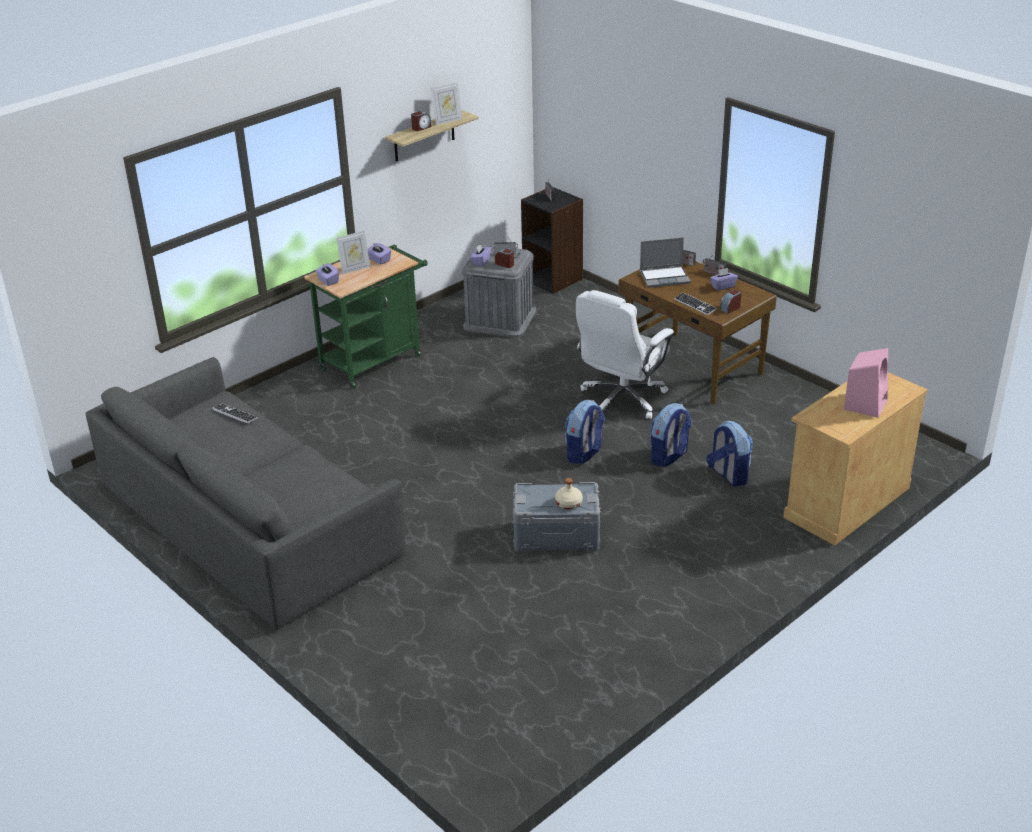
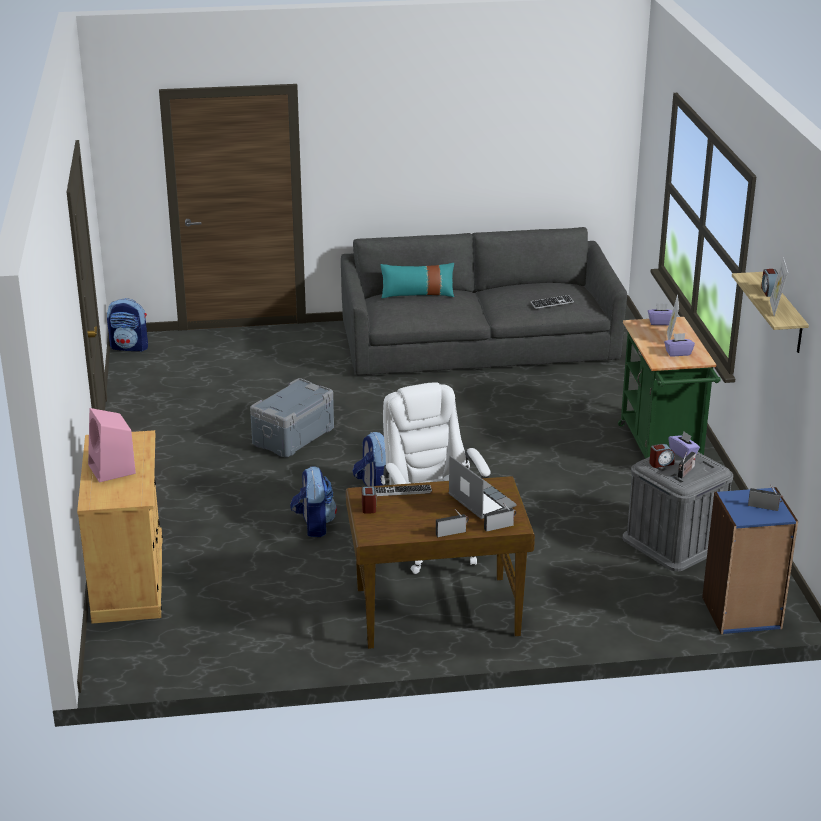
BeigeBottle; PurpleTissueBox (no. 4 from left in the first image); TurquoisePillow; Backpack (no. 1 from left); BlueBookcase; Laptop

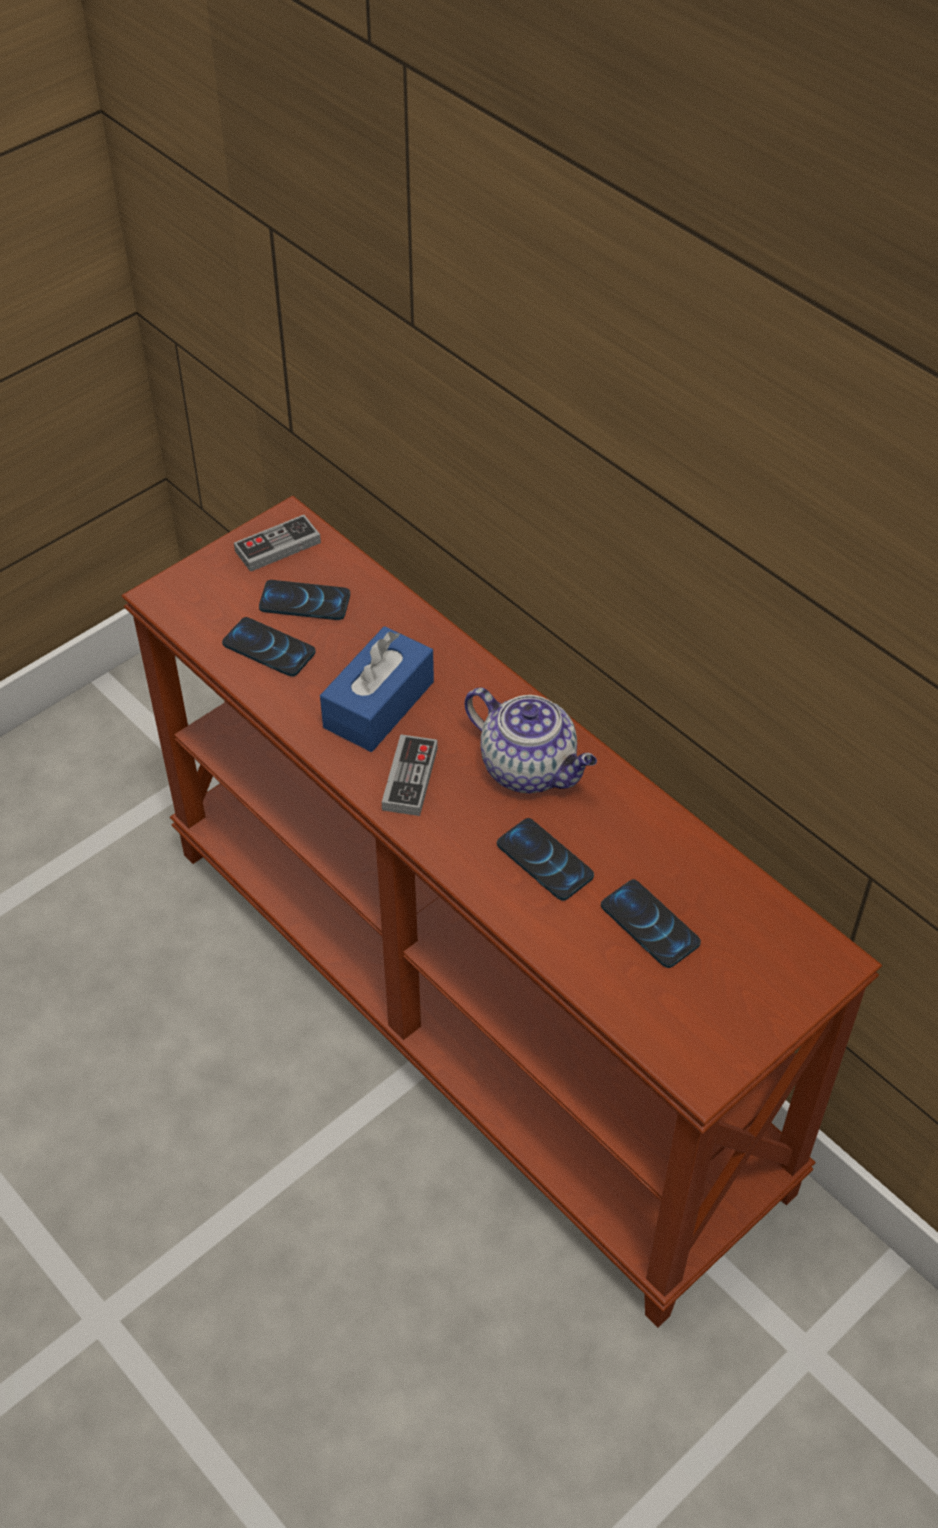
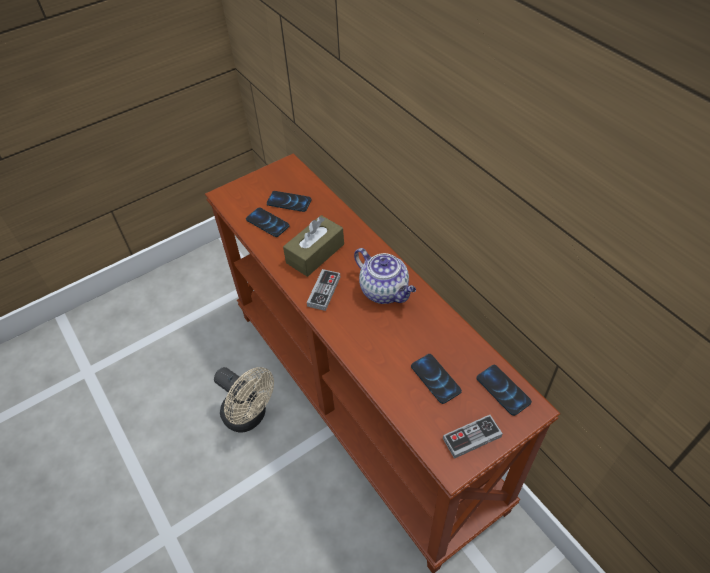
BeigeFan; GameController (no. 2 from left); Phone (no. 4 from left); BrownTissueBox

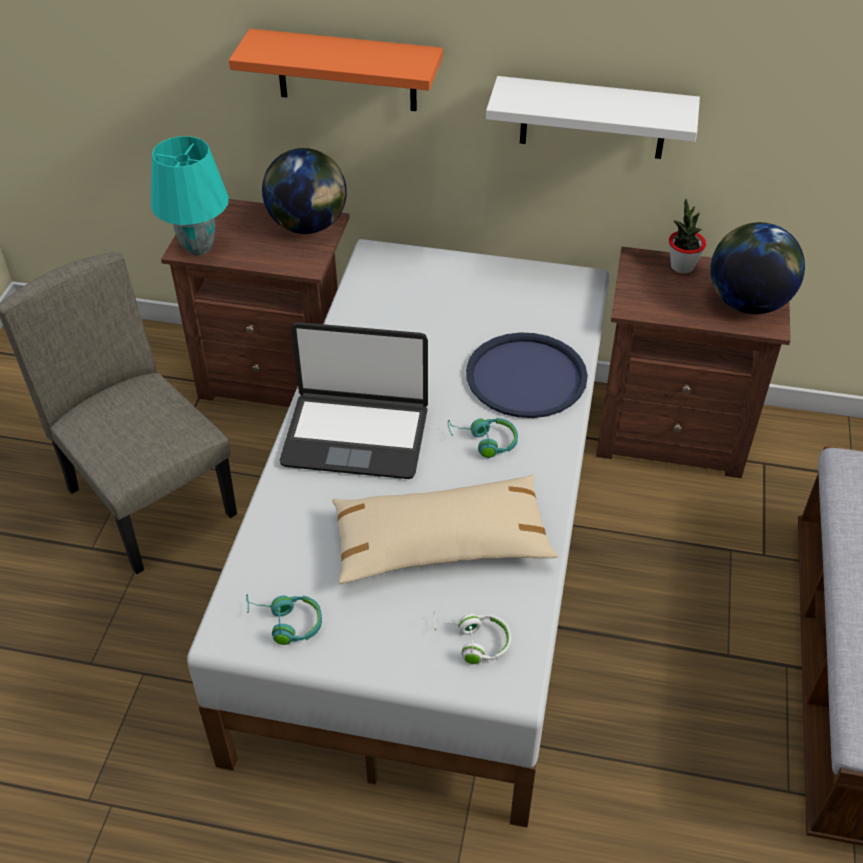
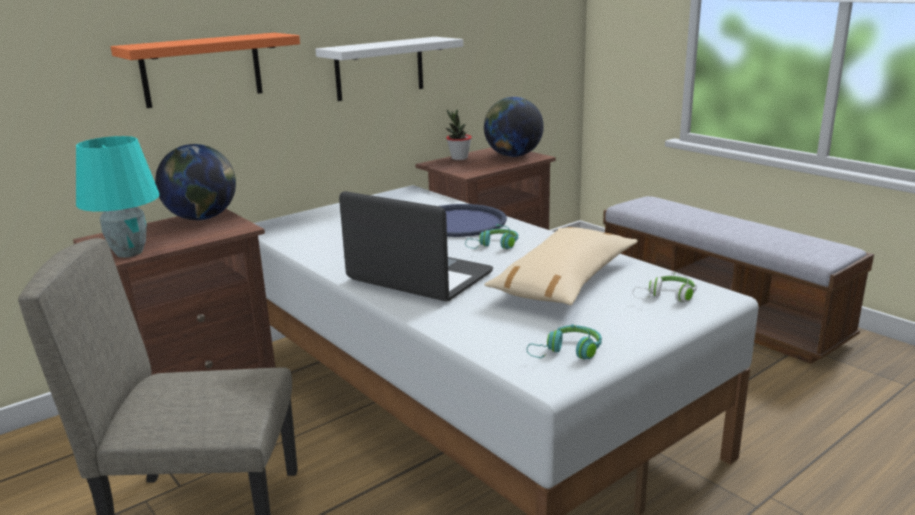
Laptop

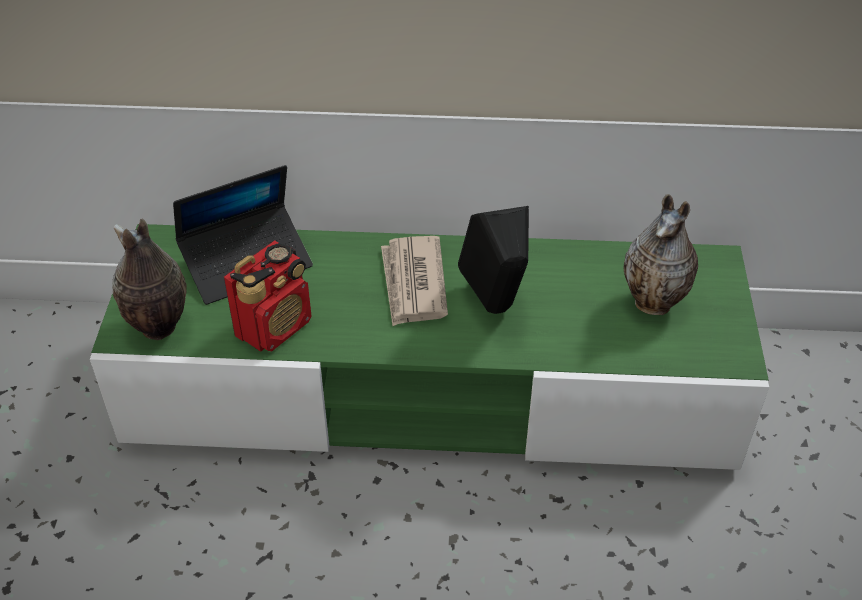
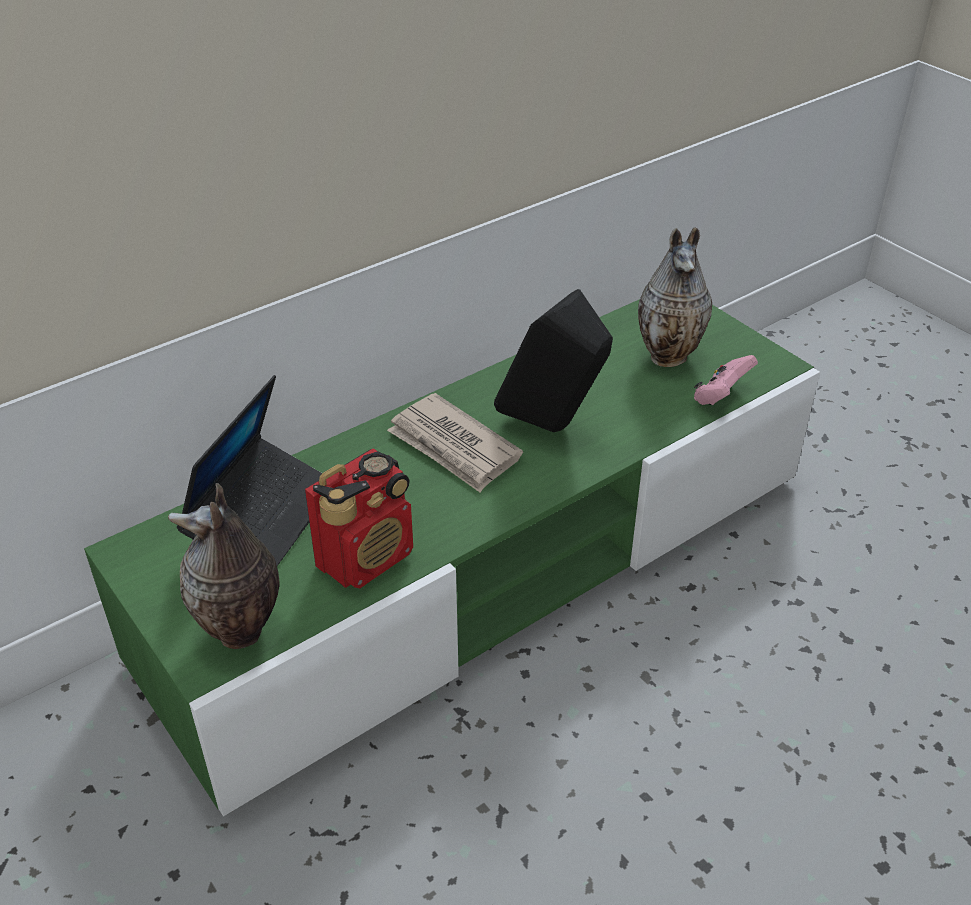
PinkGameController; Radio

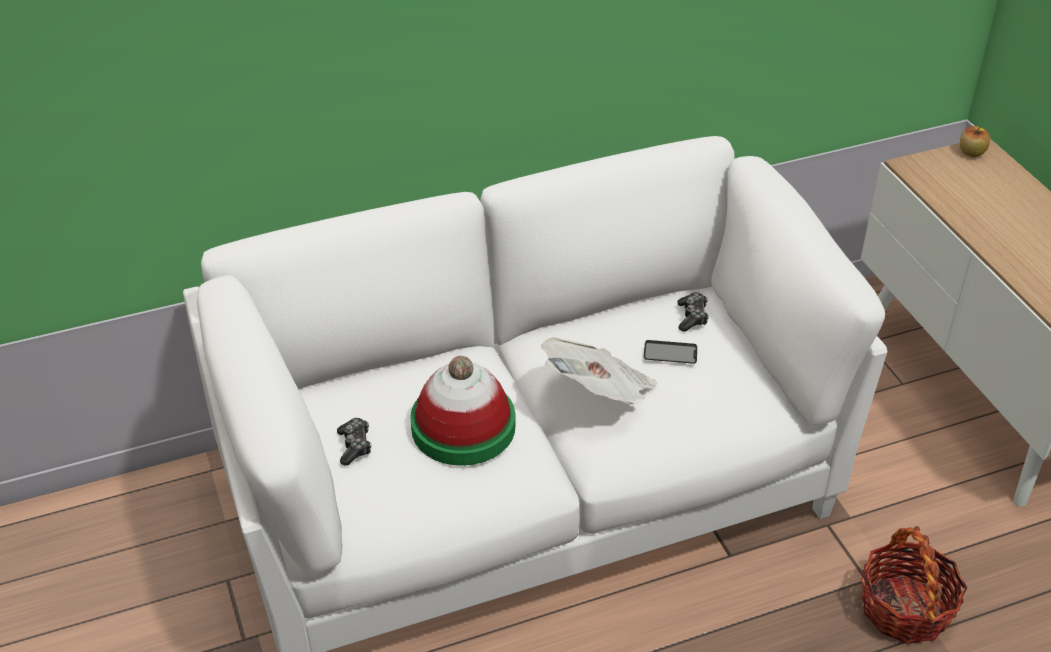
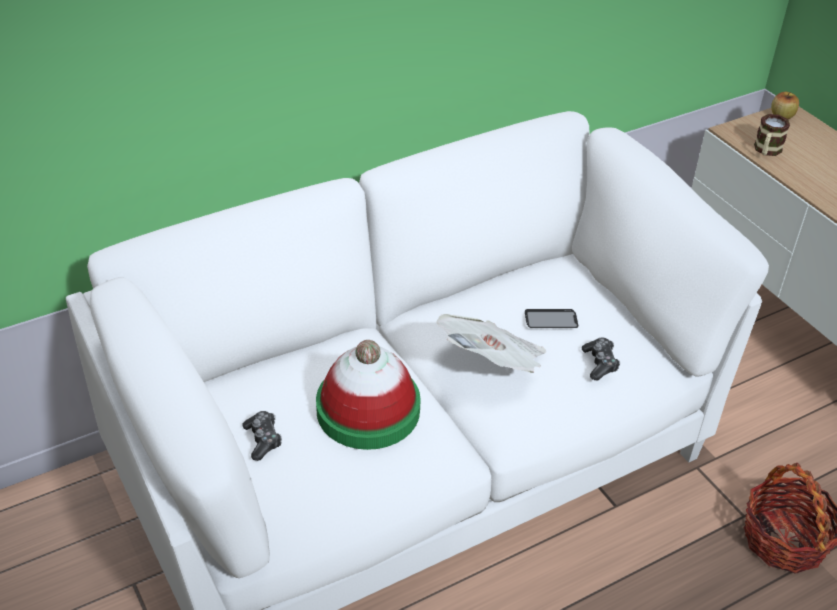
Mug; GameController (no. 2 from left)

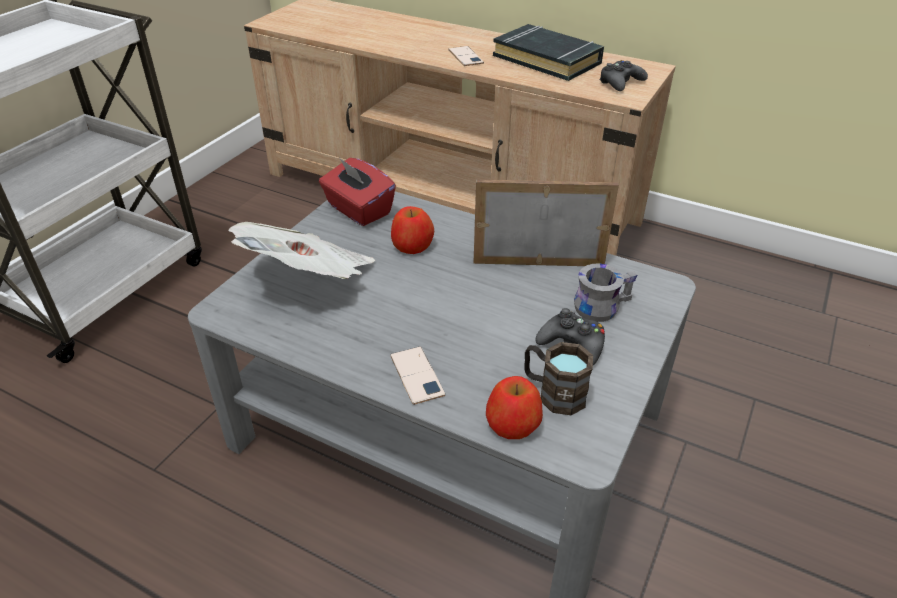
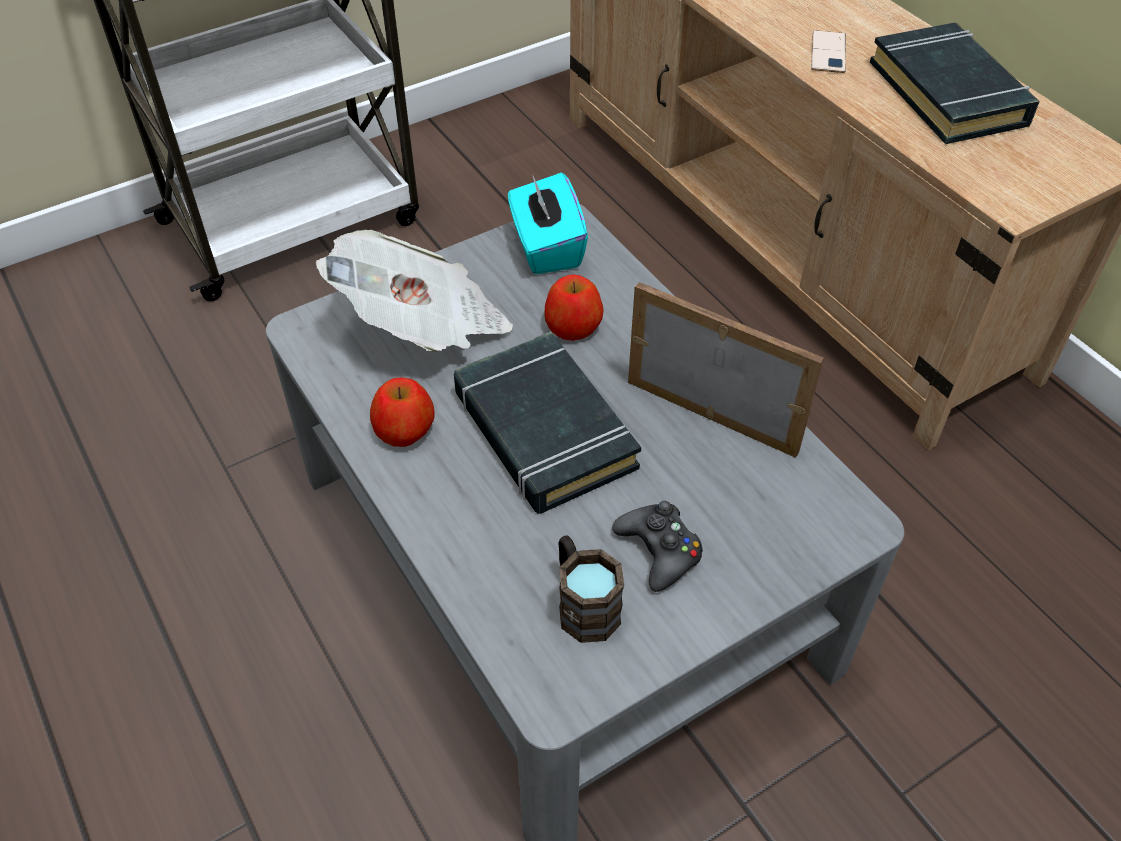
Phone (no. 1 from left in the first image); GreyMug; BlackGameController (no. 2 from left in the first image); BlackBook (no. 1 from left); Apple (no. 1 from left); TurquoiseTissueBox

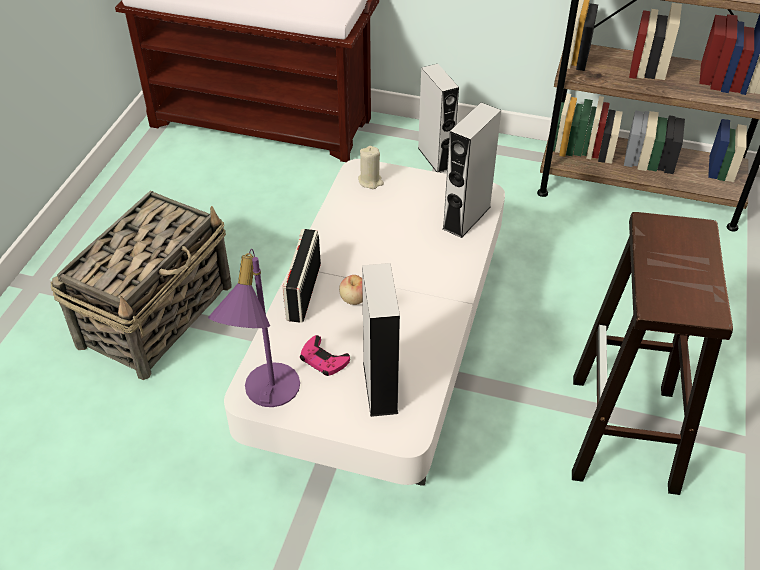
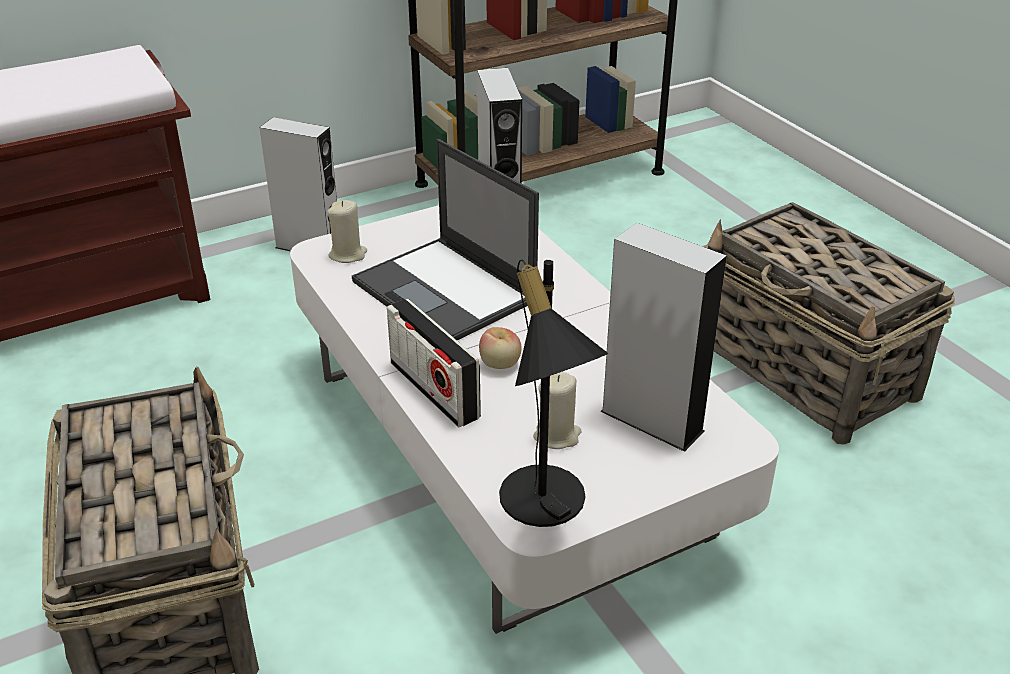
Laptop; BeigeCandle (no. 2 from left); Basket (no. 2 from left); BlackTableLamp

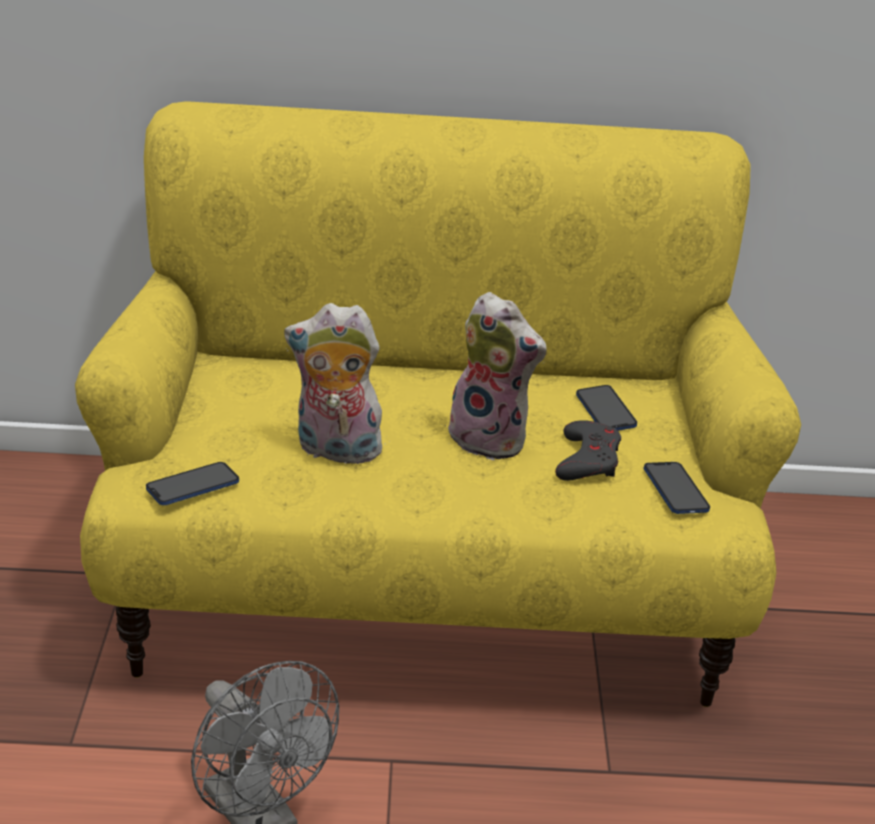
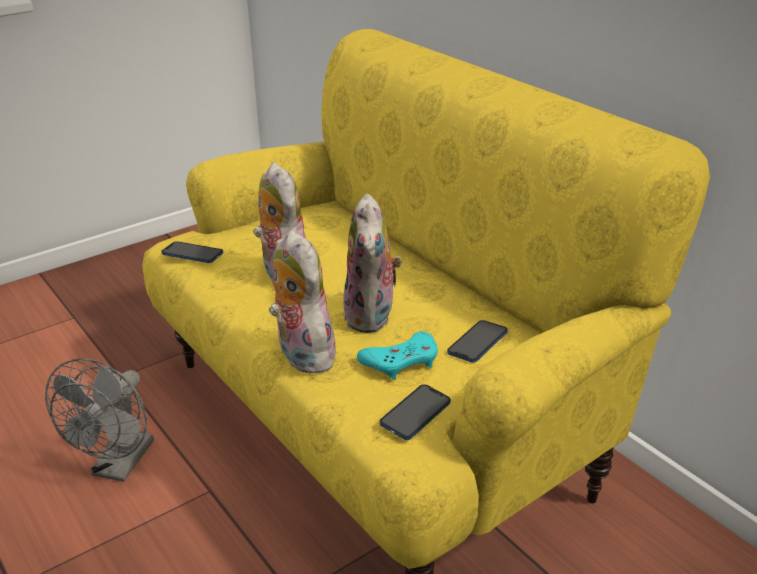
PlushToy (no. 2 from left); TurquoiseGameController

